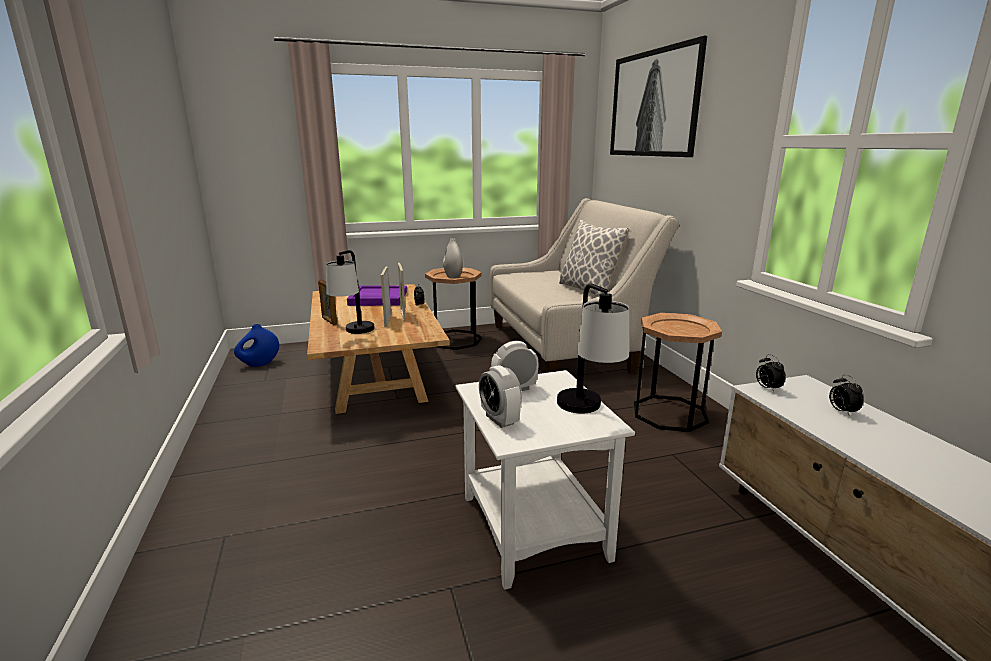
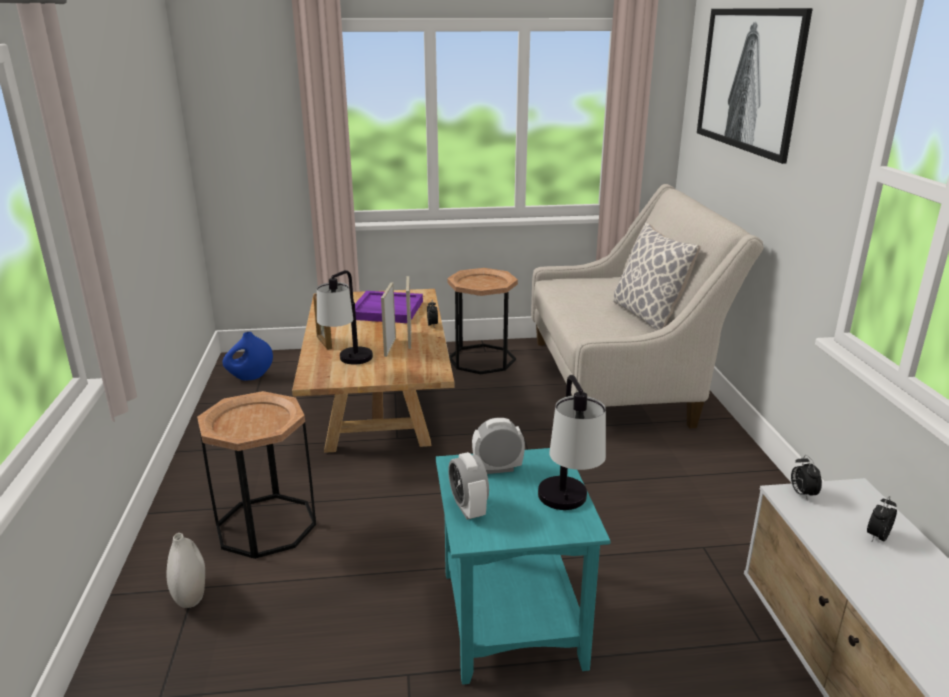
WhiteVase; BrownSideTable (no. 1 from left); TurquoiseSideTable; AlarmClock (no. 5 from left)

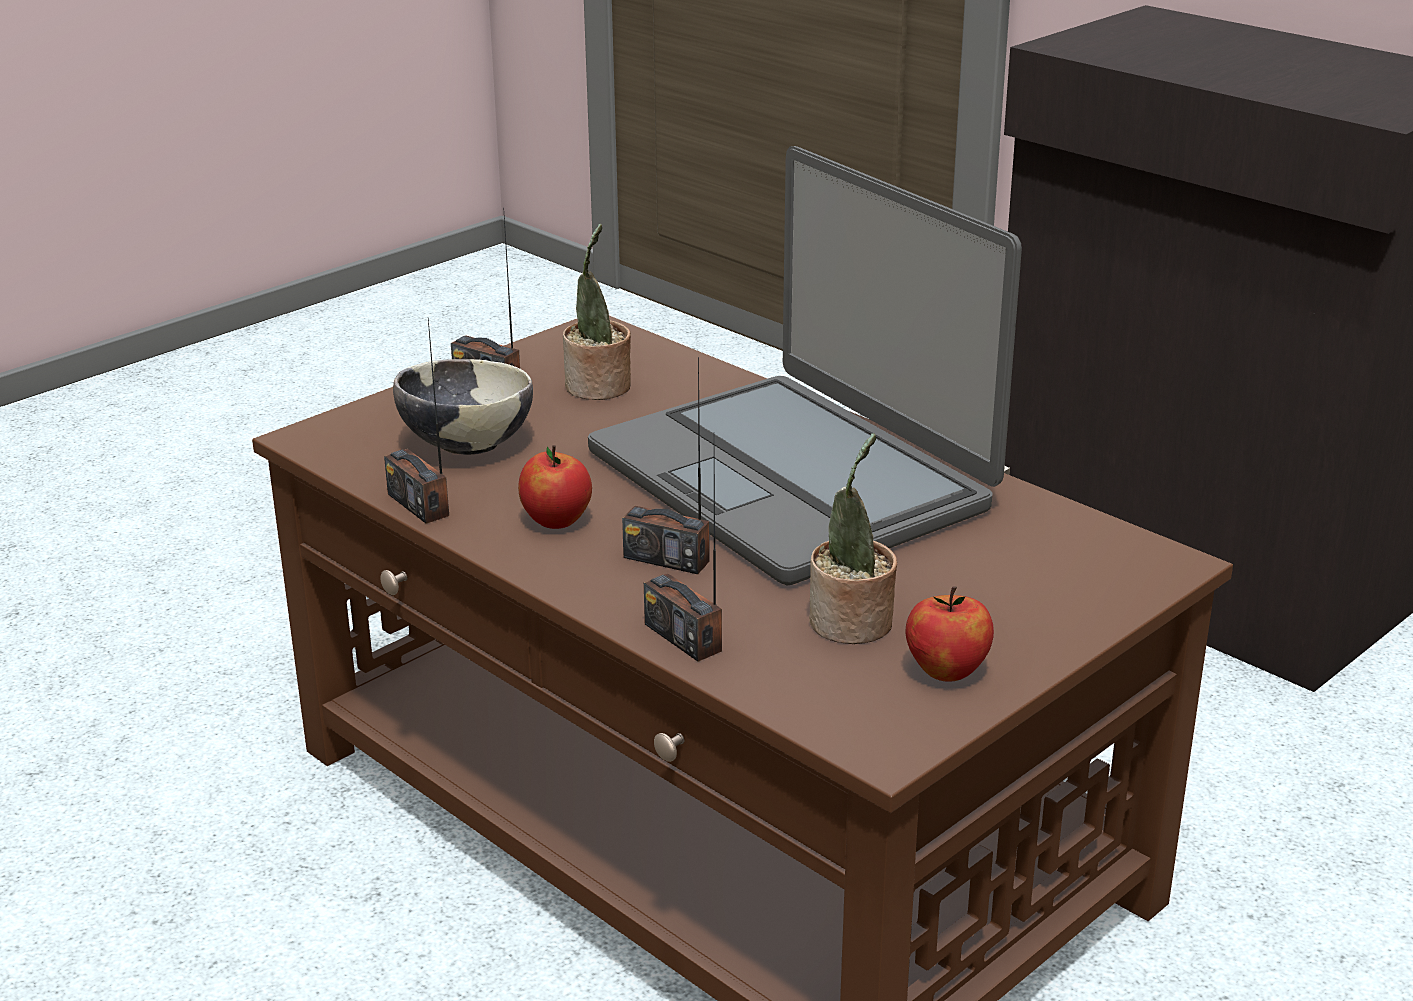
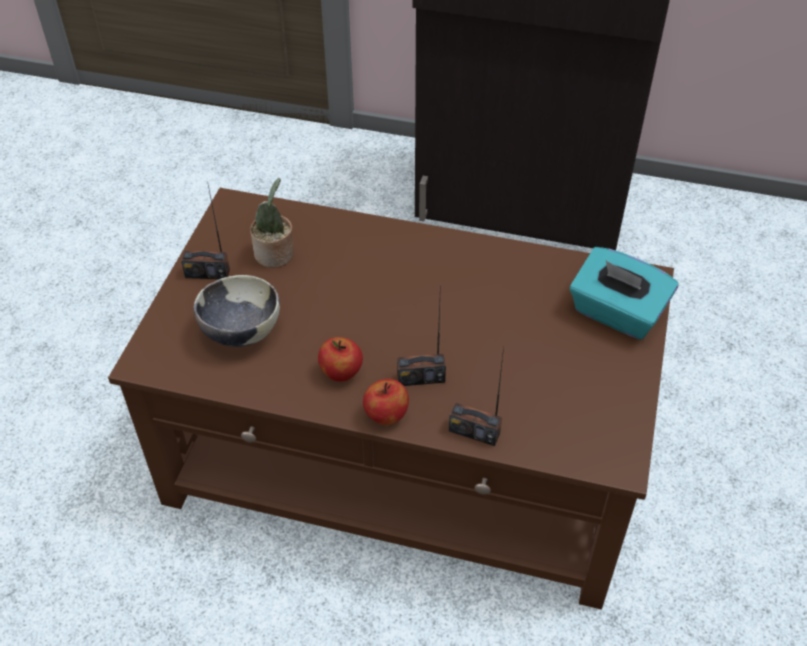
Radio (no. 1 from left in the first image); Laptop; PottedPlant (no. 2 from left in the first image); TurquoiseTissueBox; Apple (no. 2 from left)

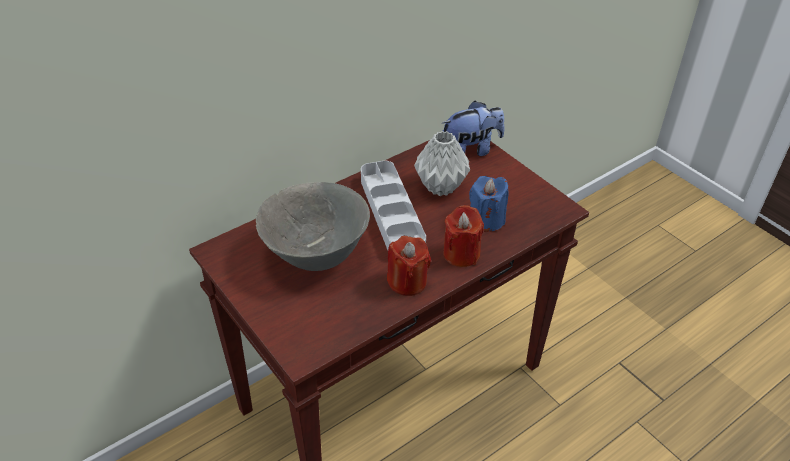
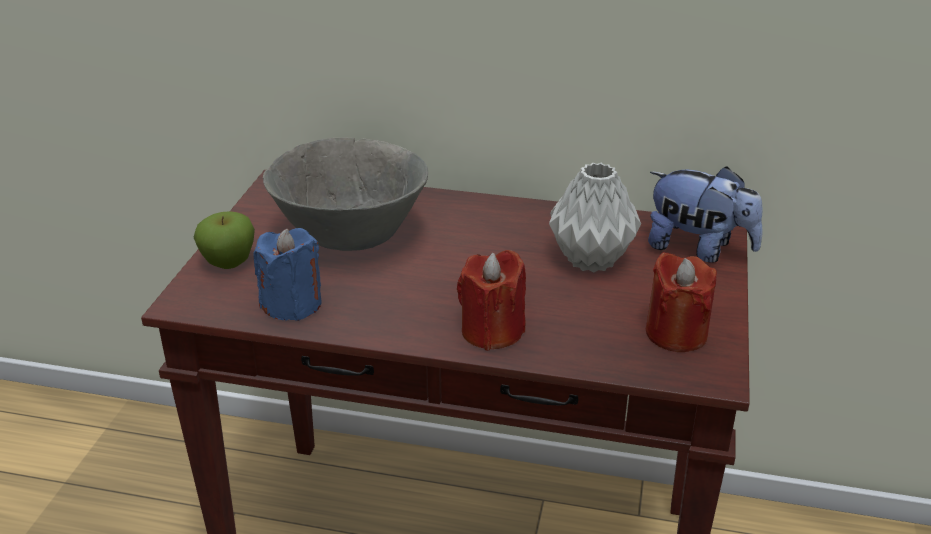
GreyTray; Apple; RedCandle (no. 2 from left); BlueCandle

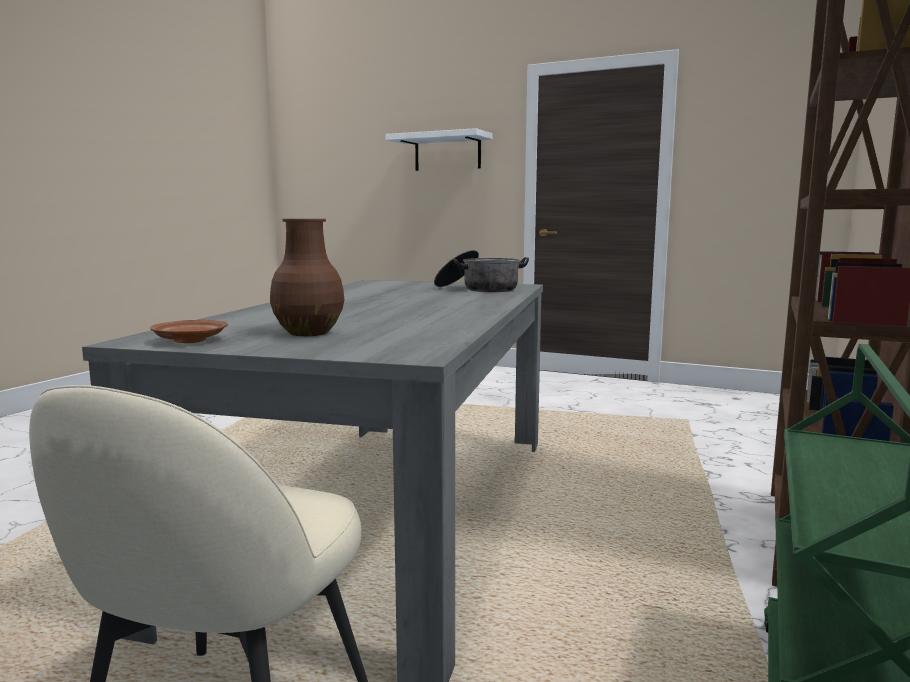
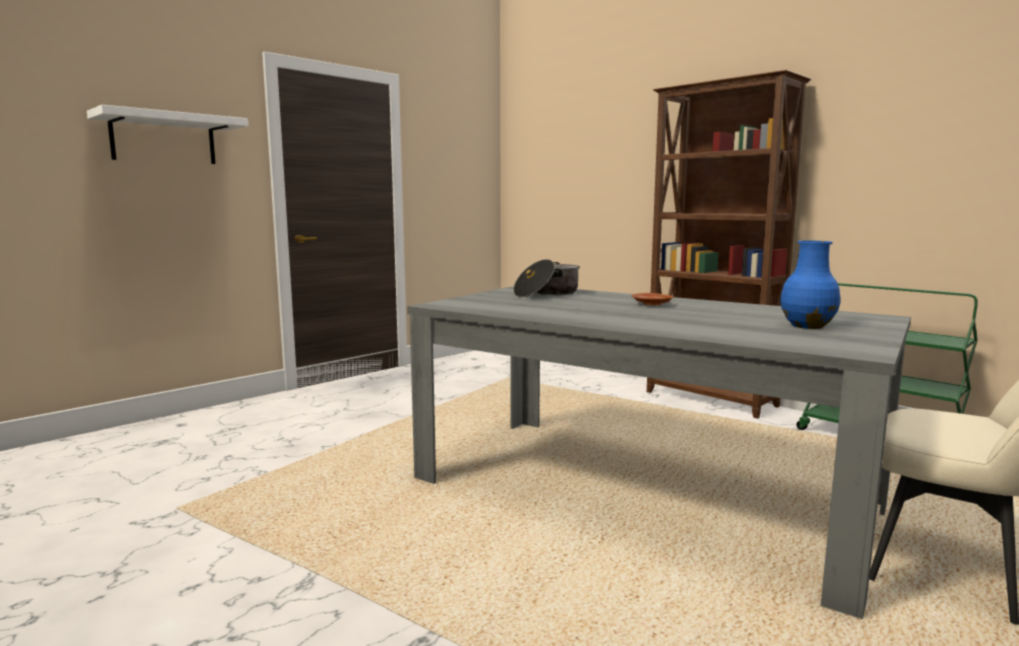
BrownPlate; BlueVase

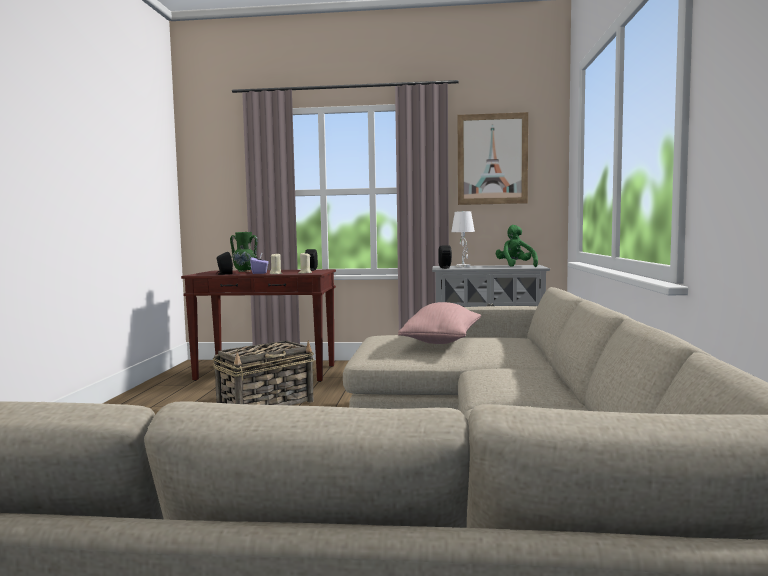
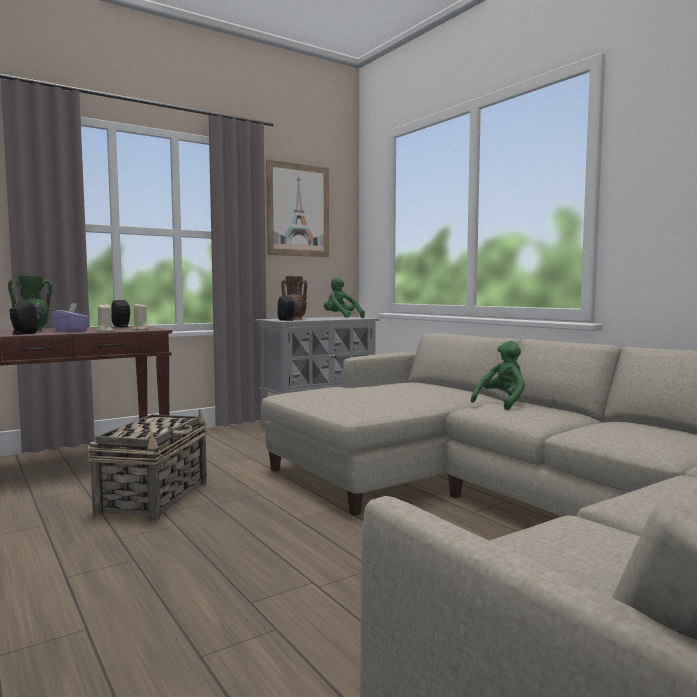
PinkPillow; GreenPlushToy (no. 2 from left); BrownVase

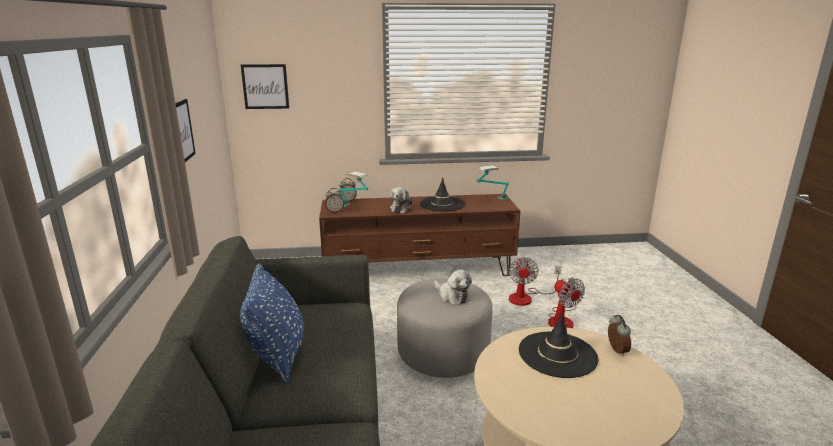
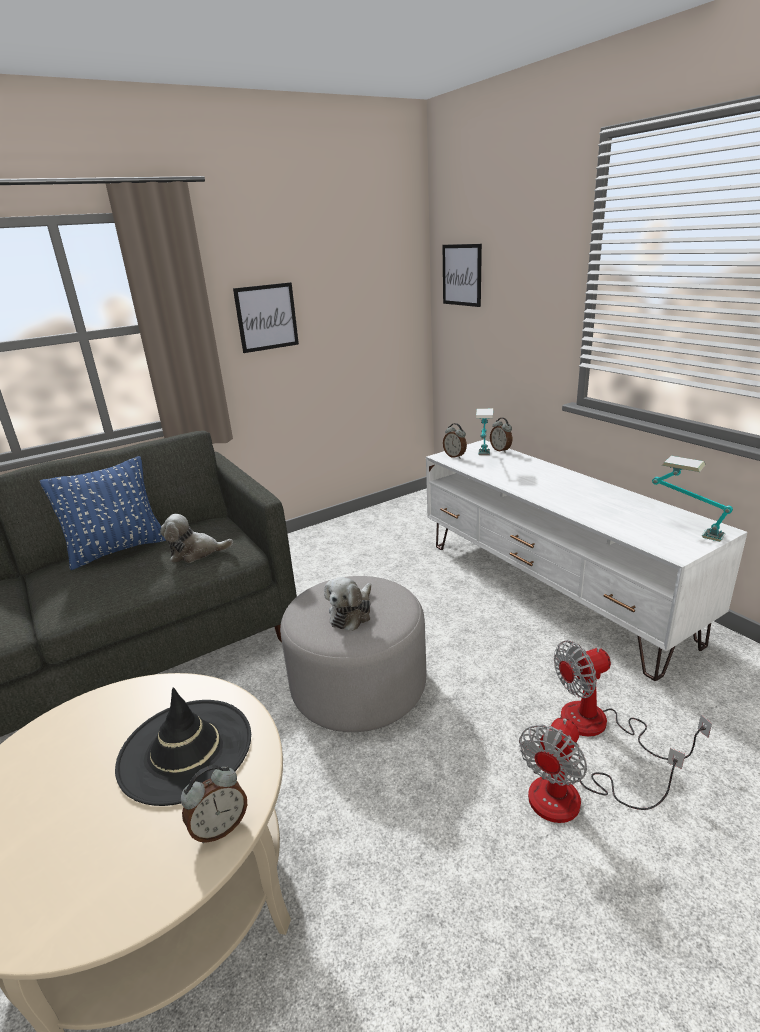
BlackHat (no. 1 from left in the first image); PlushToy (no. 1 from left); WhiteTvStand

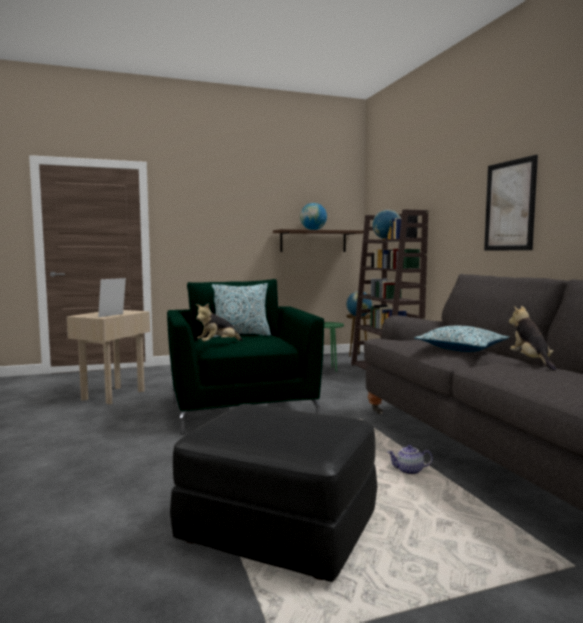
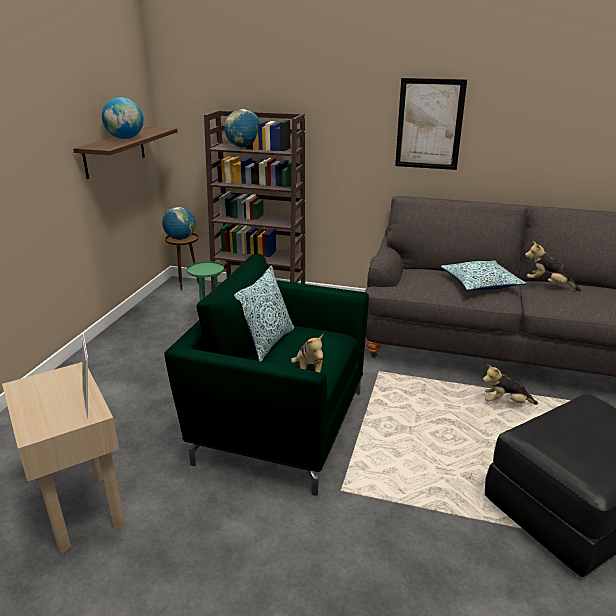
PlushToy (no. 2 from left)

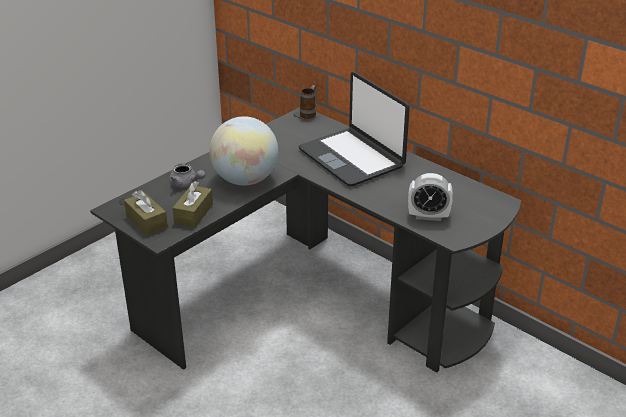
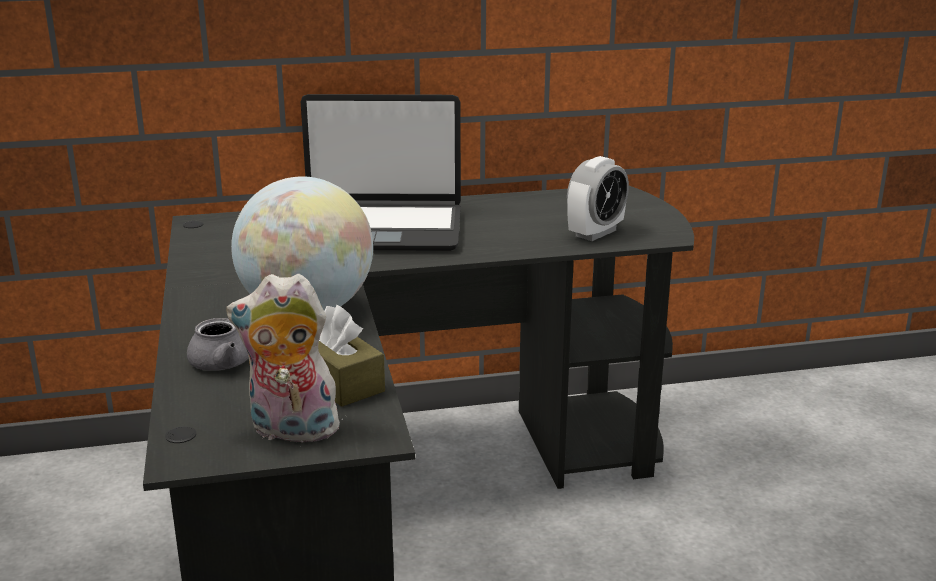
Mug; PlushToy

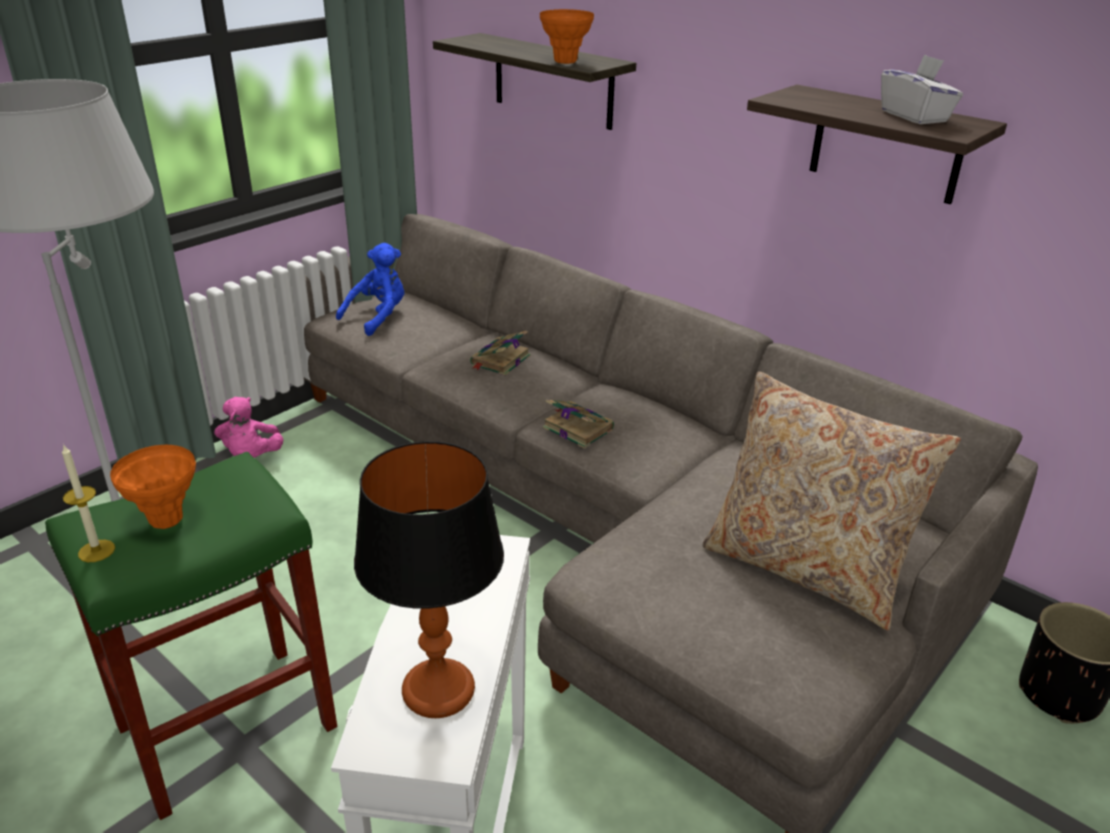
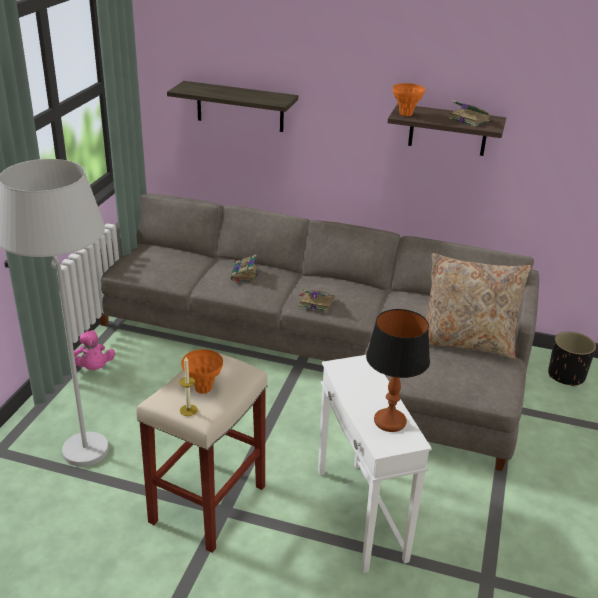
BluePlushToy; OrangeVase (no. 2 from left); Book (no. 3 from left); BeigeStool

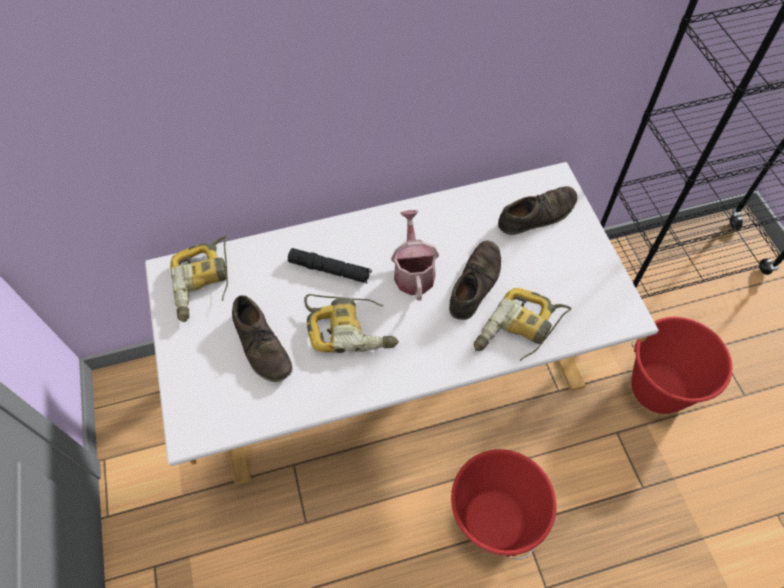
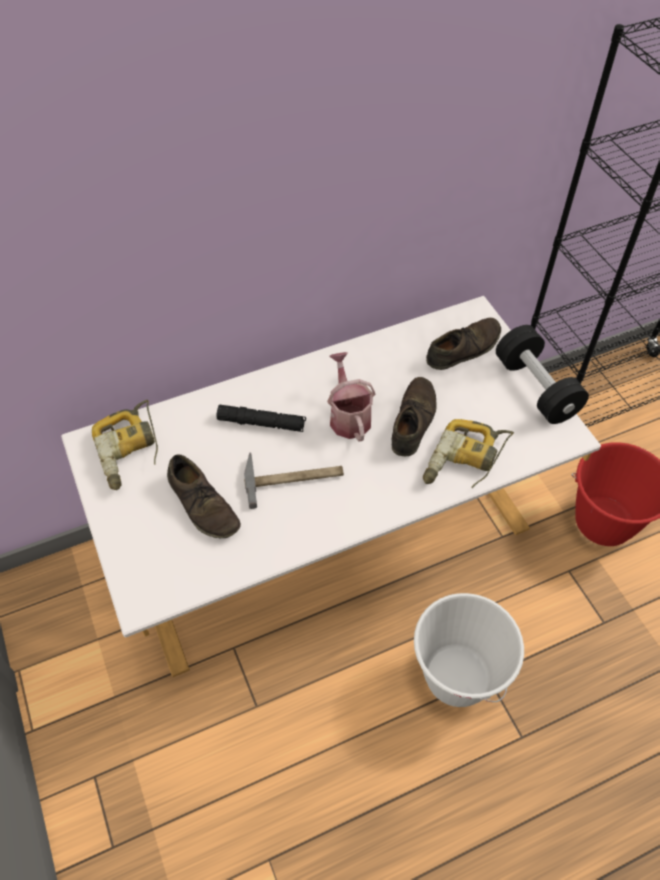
BlackDumbbell; Hammer; WhiteBucket

